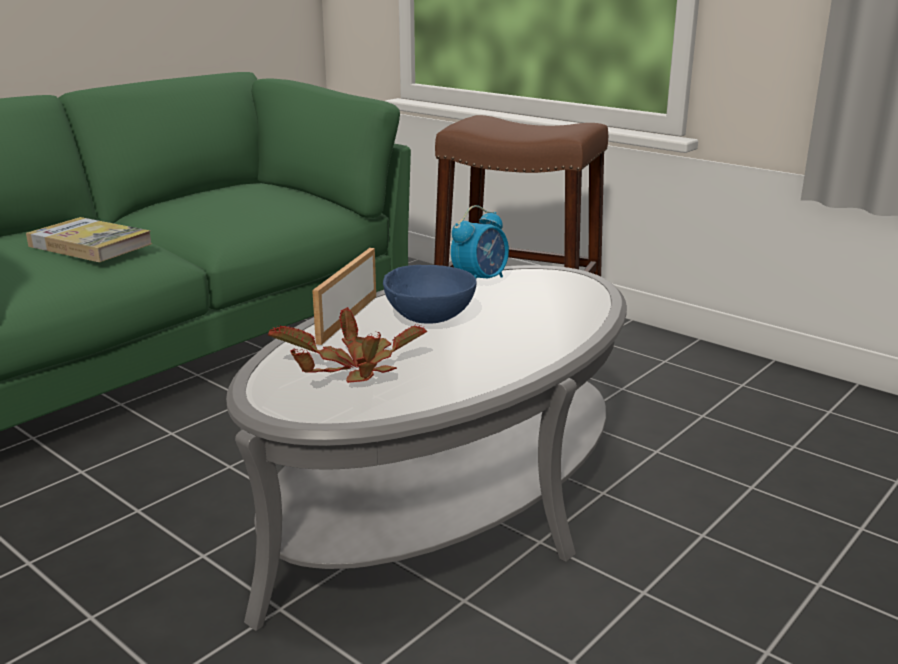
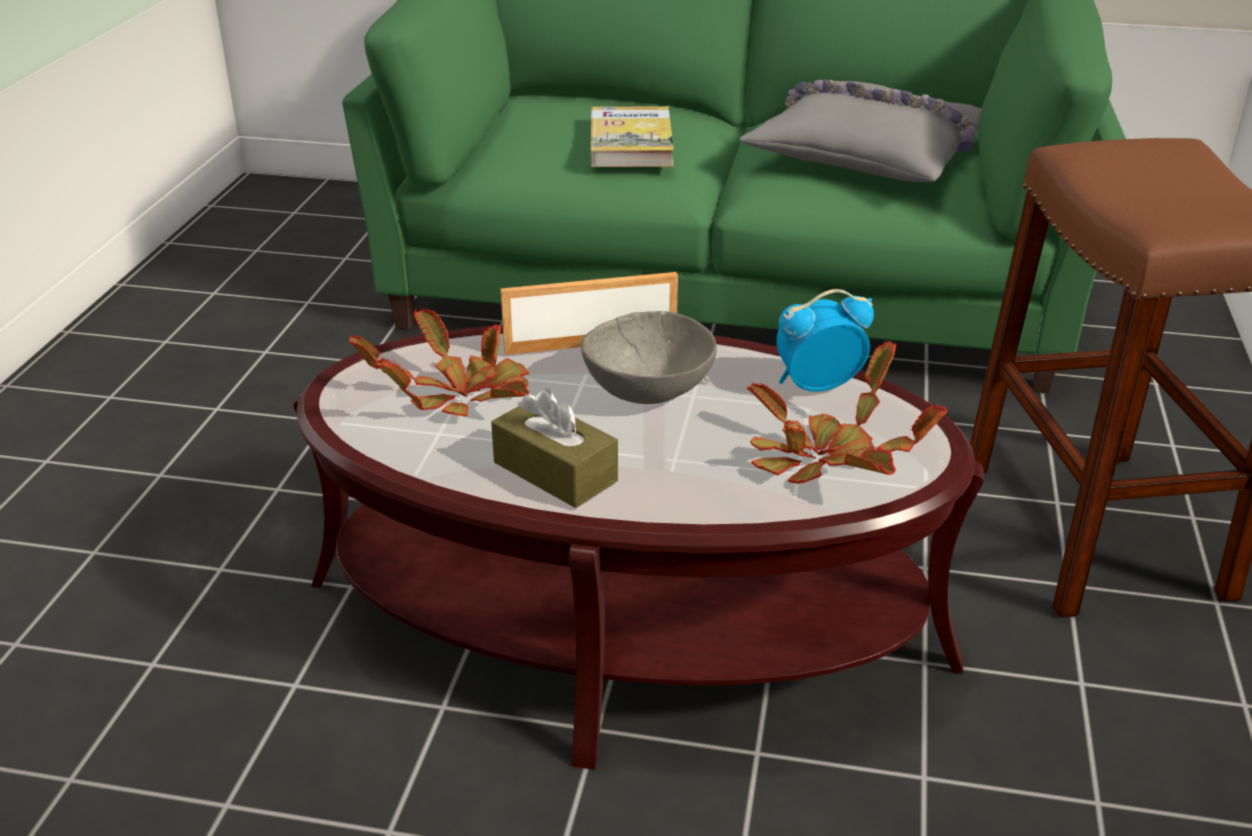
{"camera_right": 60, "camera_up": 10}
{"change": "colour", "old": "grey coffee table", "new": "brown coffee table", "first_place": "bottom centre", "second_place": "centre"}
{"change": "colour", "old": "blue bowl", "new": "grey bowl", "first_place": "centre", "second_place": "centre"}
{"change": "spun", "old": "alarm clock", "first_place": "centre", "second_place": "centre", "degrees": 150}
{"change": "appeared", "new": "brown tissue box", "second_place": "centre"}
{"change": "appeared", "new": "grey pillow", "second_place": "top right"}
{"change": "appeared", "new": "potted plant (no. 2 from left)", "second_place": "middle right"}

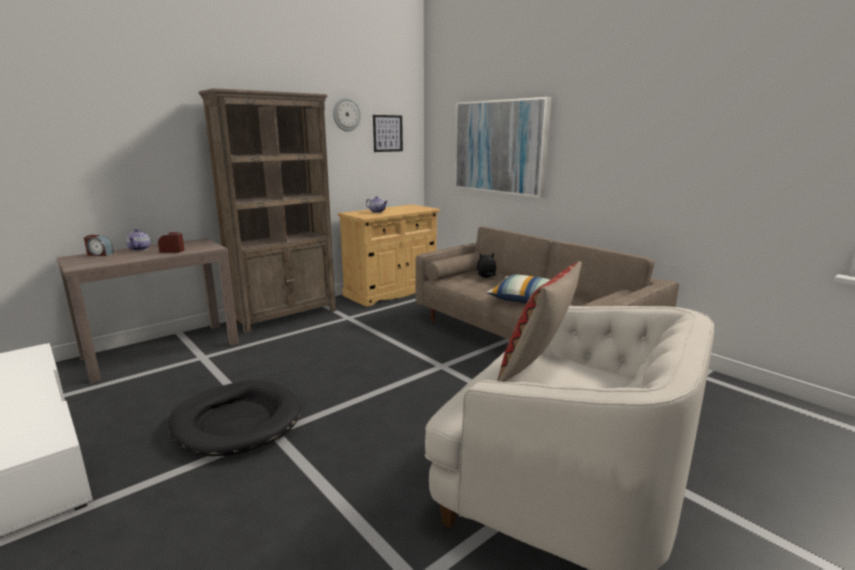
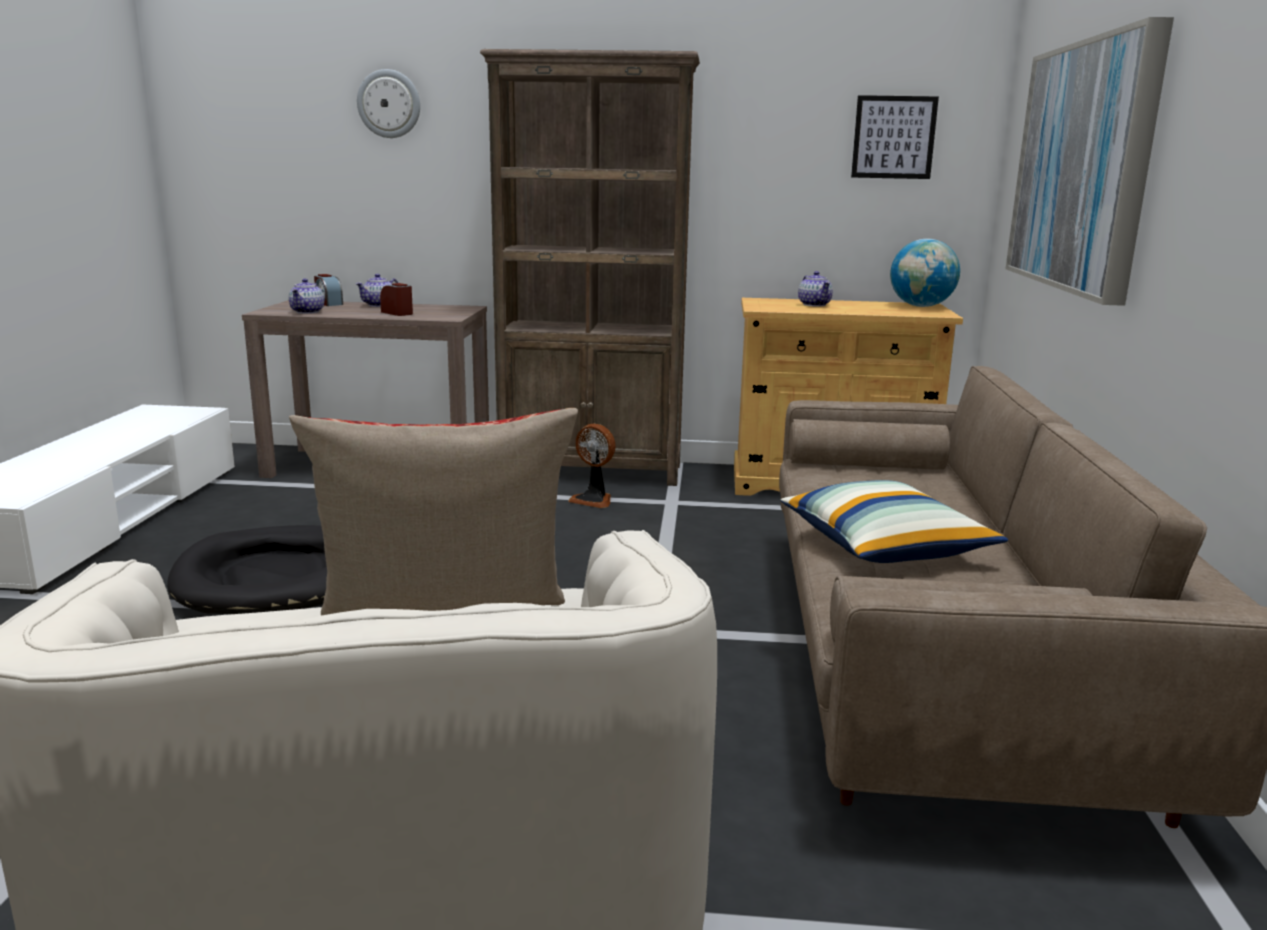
{"camera_right": 45, "camera_up": 0}
{"change": "relocated", "old": "wall clock", "first_place": "top centre", "second_place": "top left"}
{"change": "missing", "old": "plush toy", "first_place": "centre"}
{"change": "appeared", "new": "teapot (no. 1 from left)", "second_place": "top left"}
{"change": "appeared", "new": "fan", "second_place": "centre"}
{"change": "appeared", "new": "globe", "second_place": "top right"}

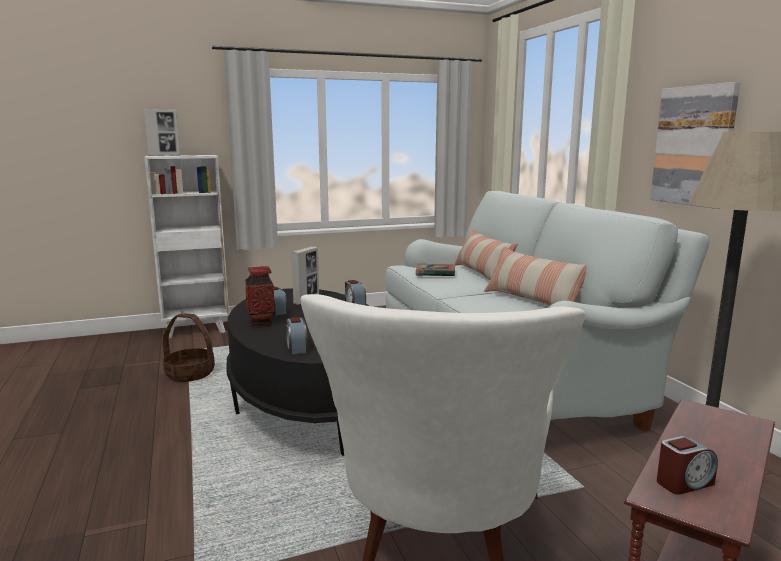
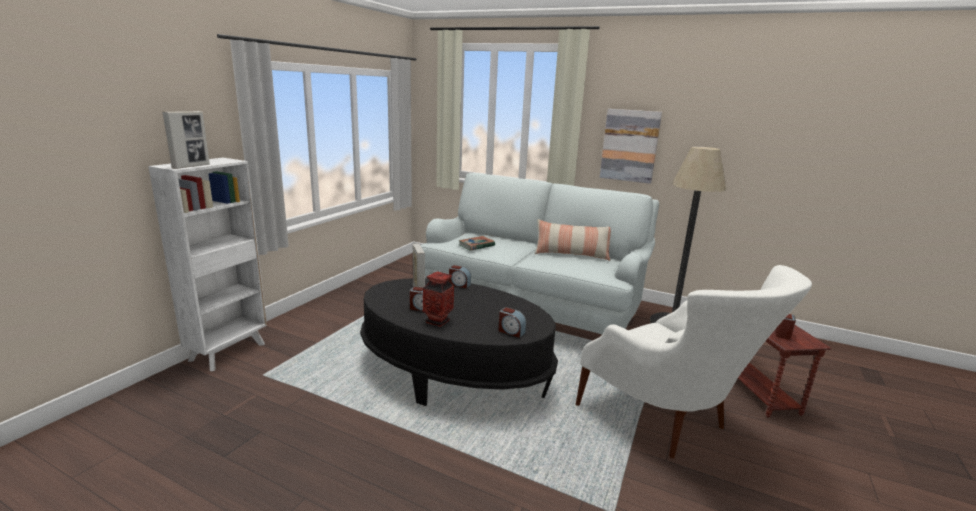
{"camera_right": -45, "camera_up": 5}
{"change": "missing", "old": "basket", "first_place": "middle left"}
{"change": "missing", "old": "pillow (no. 1 from left)", "first_place": "centre"}

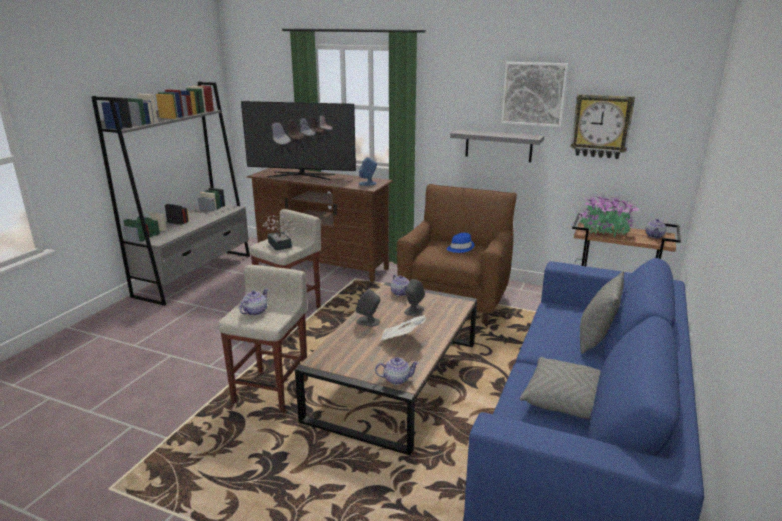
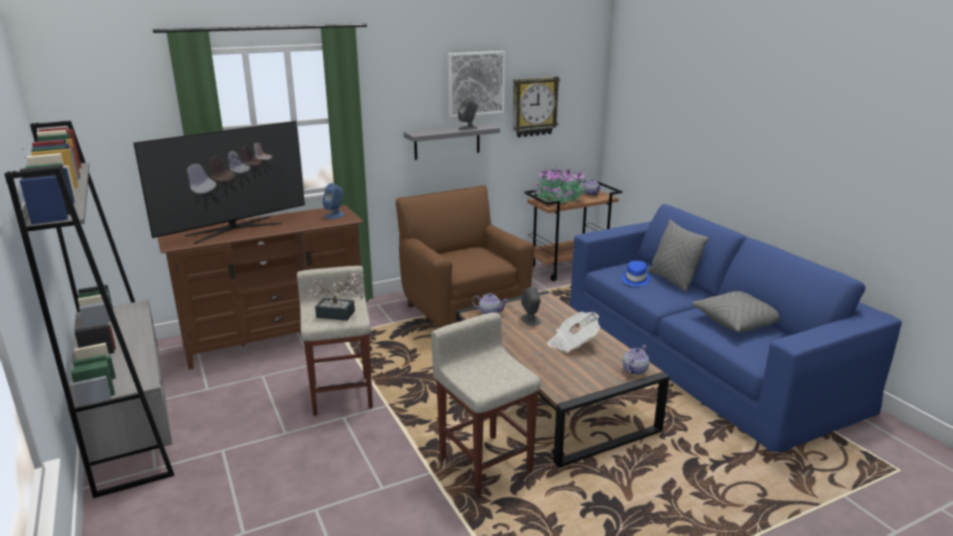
{"camera_right": -50, "camera_up": 0}
{"change": "missing", "old": "teapot (no. 1 from left)", "first_place": "middle left"}
{"change": "relocated", "old": "grey speaker (no. 1 from left)", "first_place": "centre", "second_place": "top centre"}
{"change": "relocated", "old": "blue hat", "first_place": "centre", "second_place": "middle right"}

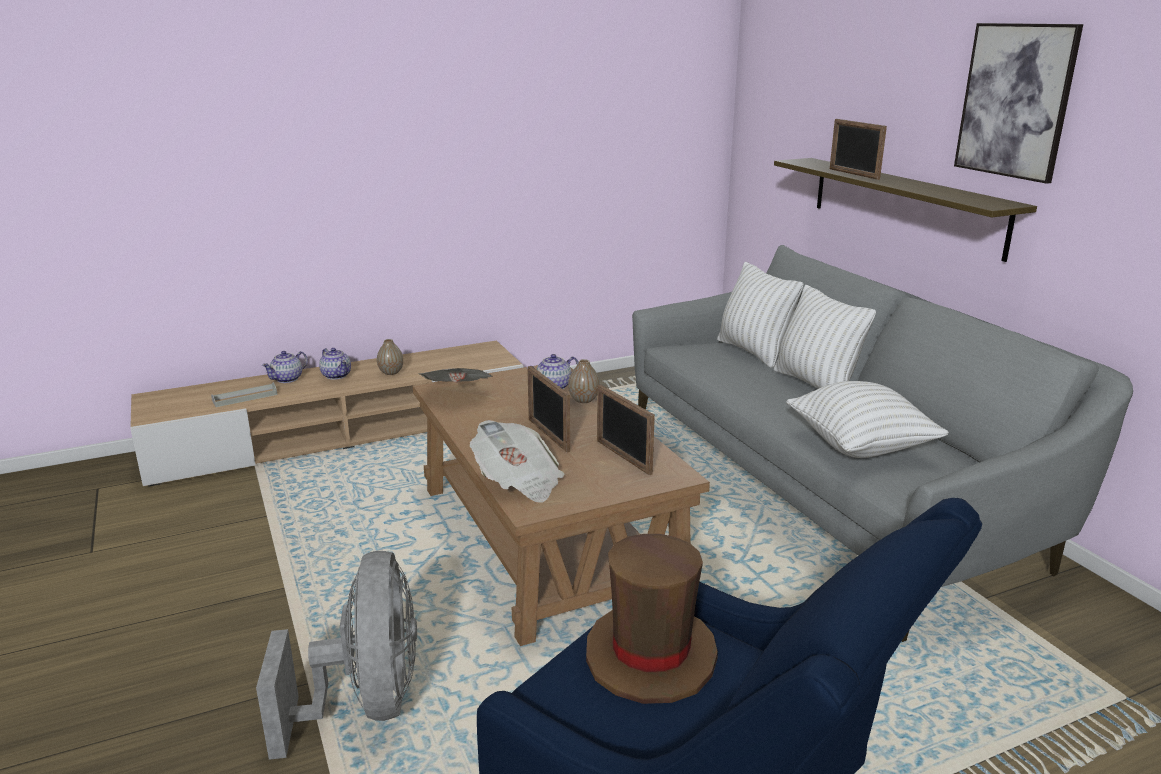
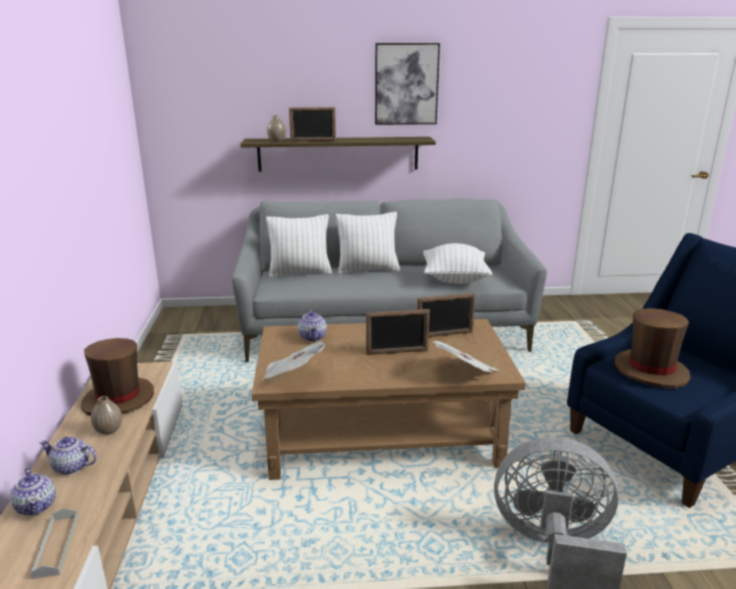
{"camera_right": -70, "camera_up": 0}
{"change": "spun", "old": "teapot (no. 2 from left)", "first_place": "middle left", "second_place": "bottom left", "degrees": -150}
{"change": "relocated", "old": "vase (no. 2 from left)", "first_place": "centre", "second_place": "top centre"}
{"change": "appeared", "new": "brown hat (no. 1 from left)", "second_place": "middle left"}

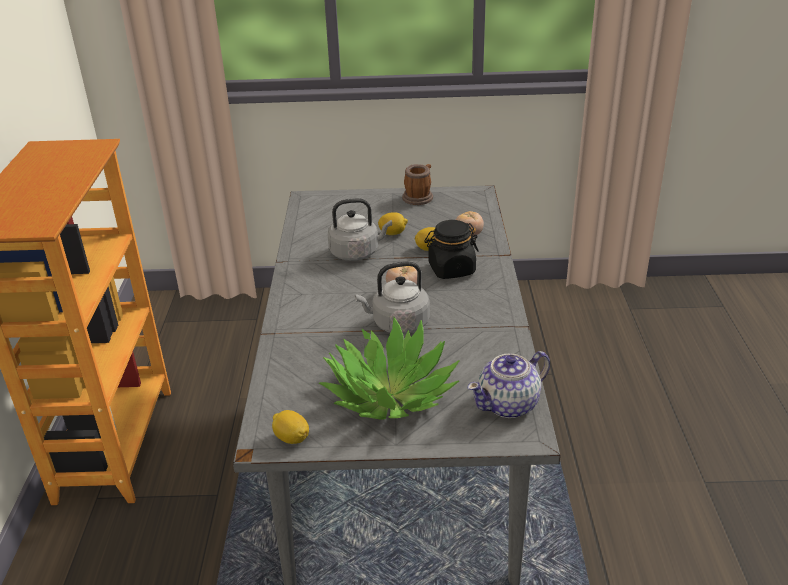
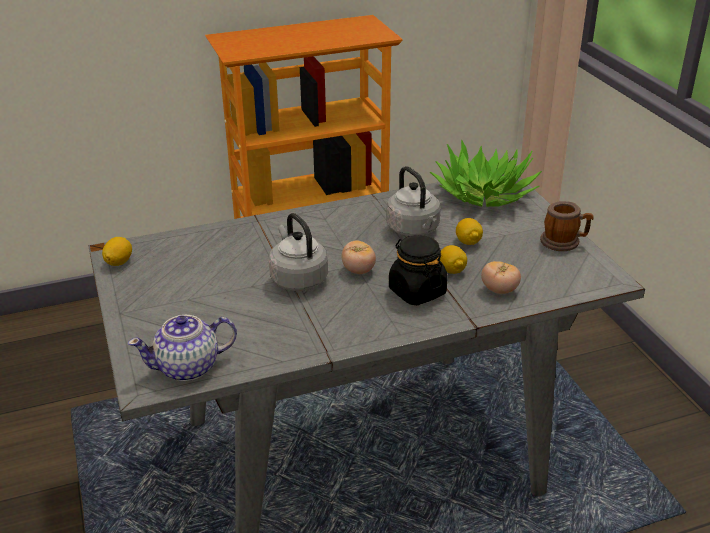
{"camera_right": 70, "camera_up": 0}
{"change": "relocated", "old": "potted plant", "first_place": "centre", "second_place": "top right"}
{"change": "spun", "old": "teapot", "first_place": "centre", "second_place": "middle left", "degrees": -60}

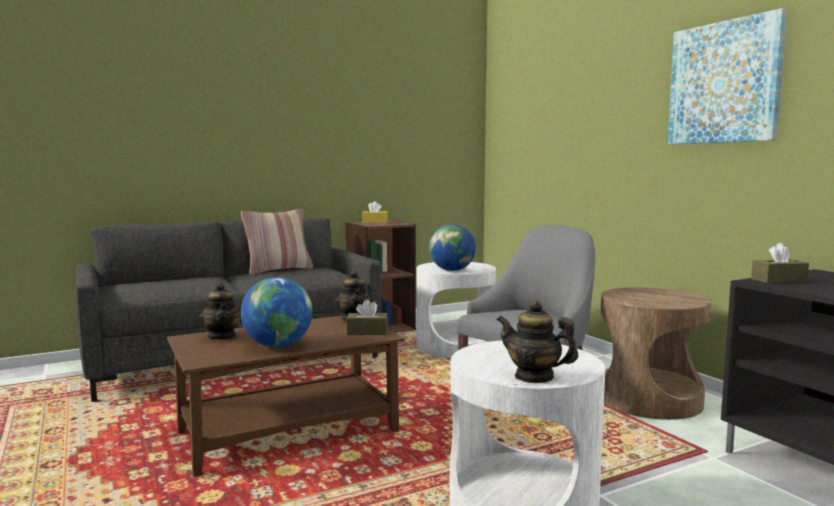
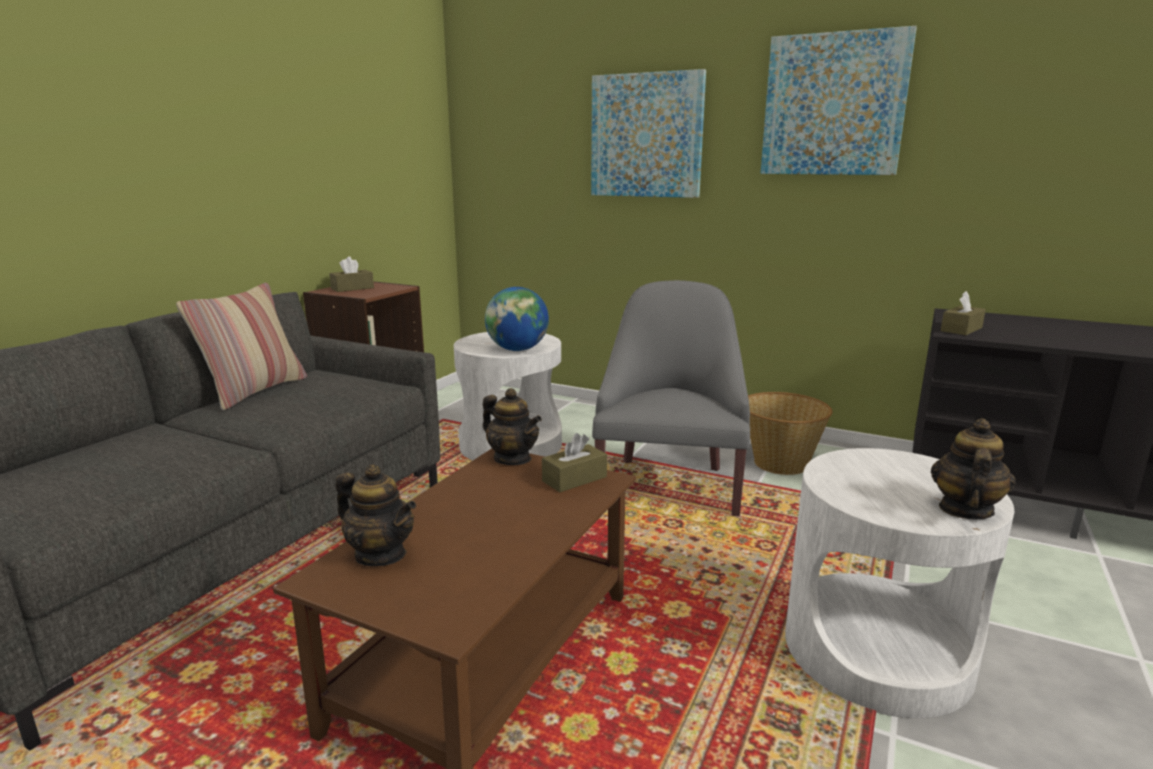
{"camera_right": -35, "camera_up": 10}
{"change": "missing", "old": "globe (no. 1 from left)", "first_place": "middle left"}
{"change": "colour", "old": "yellow tissue box", "new": "brown tissue box (no. 1 from left)", "first_place": "centre", "second_place": "middle left"}
{"change": "spun", "old": "teapot (no. 3 from left)", "first_place": "bottom centre", "second_place": "middle right", "degrees": 120}
{"change": "exchanged", "old": "brown side table", "new": "basket", "first_place": "bottom right", "second_place": "middle right"}
{"change": "appeared", "new": "picture (no. 1 from left)", "second_place": "top centre"}

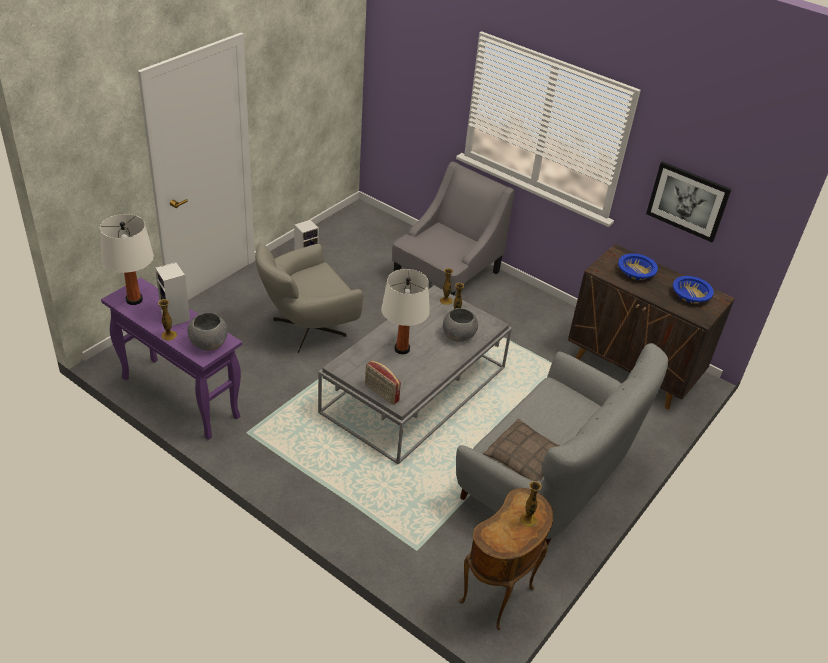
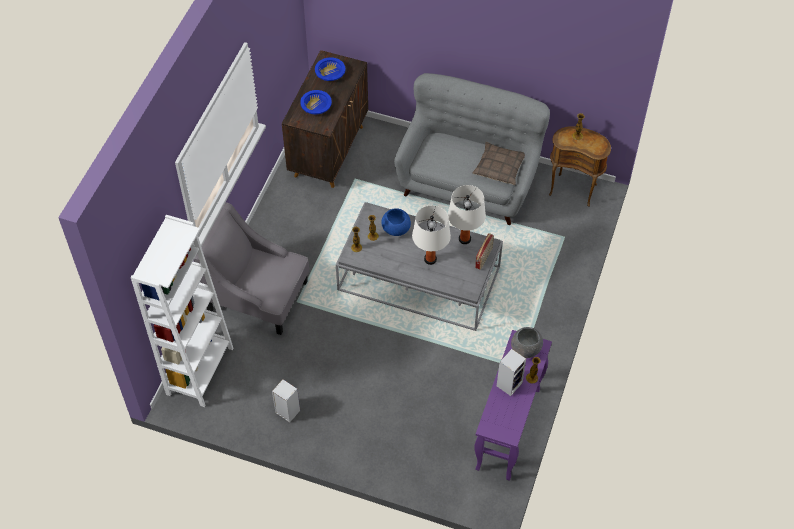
{"camera_right": -105, "camera_up": 15}
{"change": "relocated", "old": "white table lamp (no. 1 from left in the first image)", "new": "white table lamp (no. 2 from left)", "first_place": "middle left", "second_place": "centre"}
{"change": "missing", "old": "grey armchair (no. 1 from left)", "first_place": "centre"}
{"change": "colour", "old": "grey bowl (no. 2 from left)", "new": "blue bowl (no. 3 from left)", "first_place": "centre", "second_place": "centre"}
{"change": "missing", "old": "picture", "first_place": "top right"}
{"change": "appeared", "new": "white bookcase", "second_place": "middle left"}

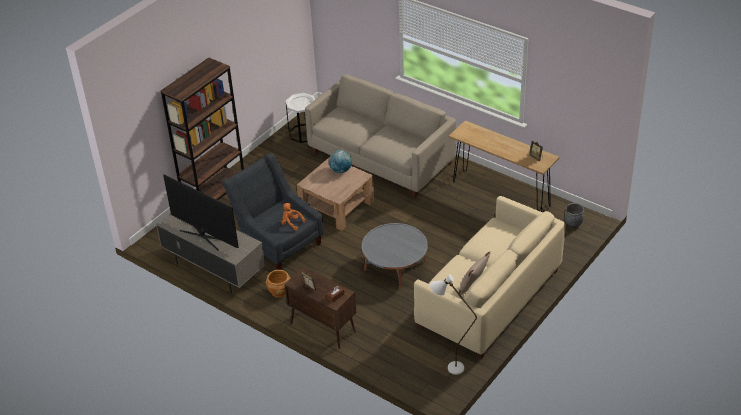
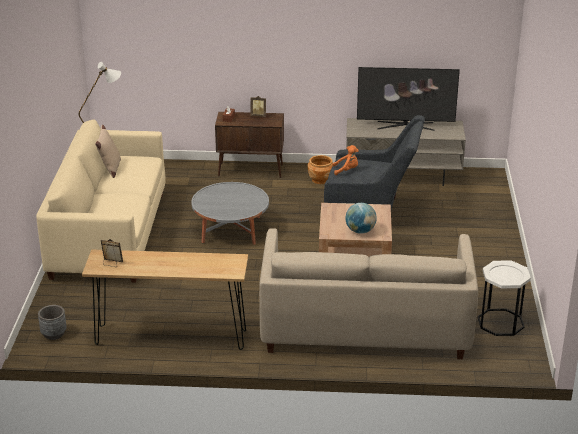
{"camera_right": 145, "camera_up": -10}
{"change": "missing", "old": "brown bookcase", "first_place": "top left"}

